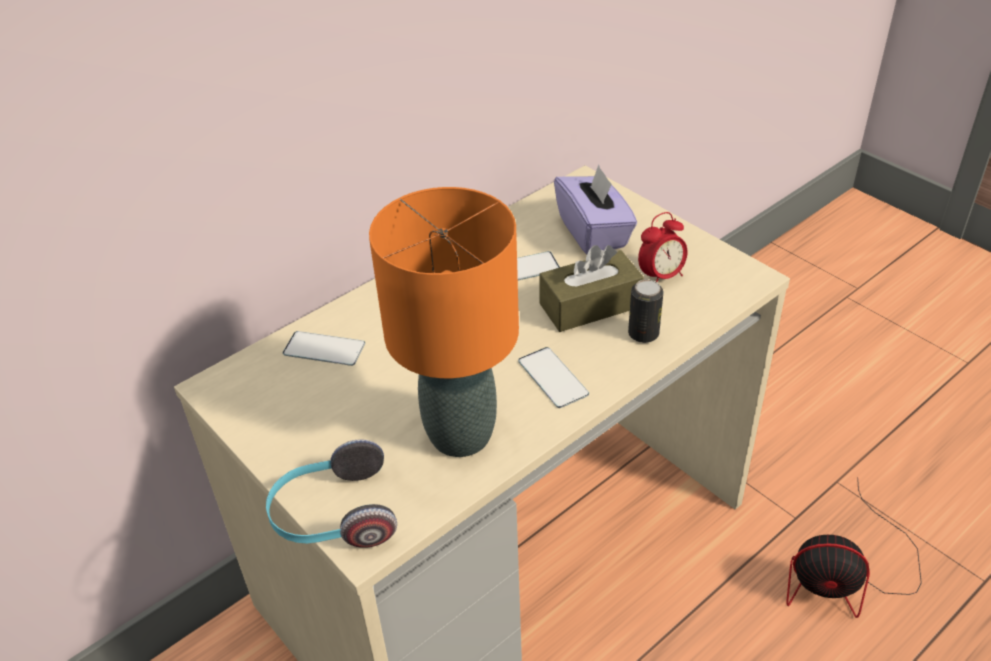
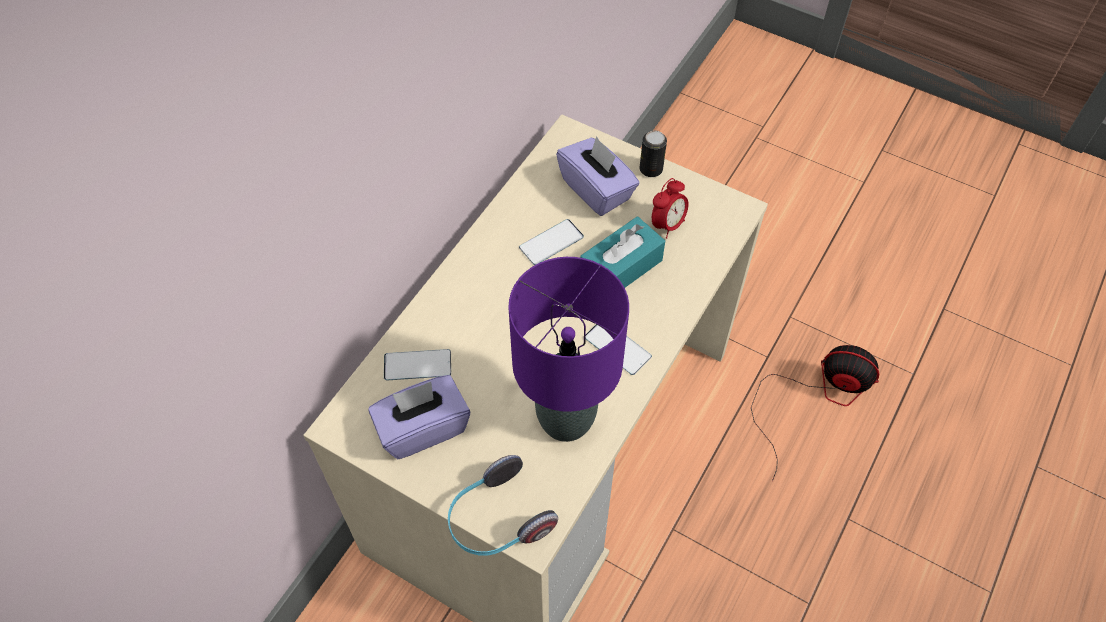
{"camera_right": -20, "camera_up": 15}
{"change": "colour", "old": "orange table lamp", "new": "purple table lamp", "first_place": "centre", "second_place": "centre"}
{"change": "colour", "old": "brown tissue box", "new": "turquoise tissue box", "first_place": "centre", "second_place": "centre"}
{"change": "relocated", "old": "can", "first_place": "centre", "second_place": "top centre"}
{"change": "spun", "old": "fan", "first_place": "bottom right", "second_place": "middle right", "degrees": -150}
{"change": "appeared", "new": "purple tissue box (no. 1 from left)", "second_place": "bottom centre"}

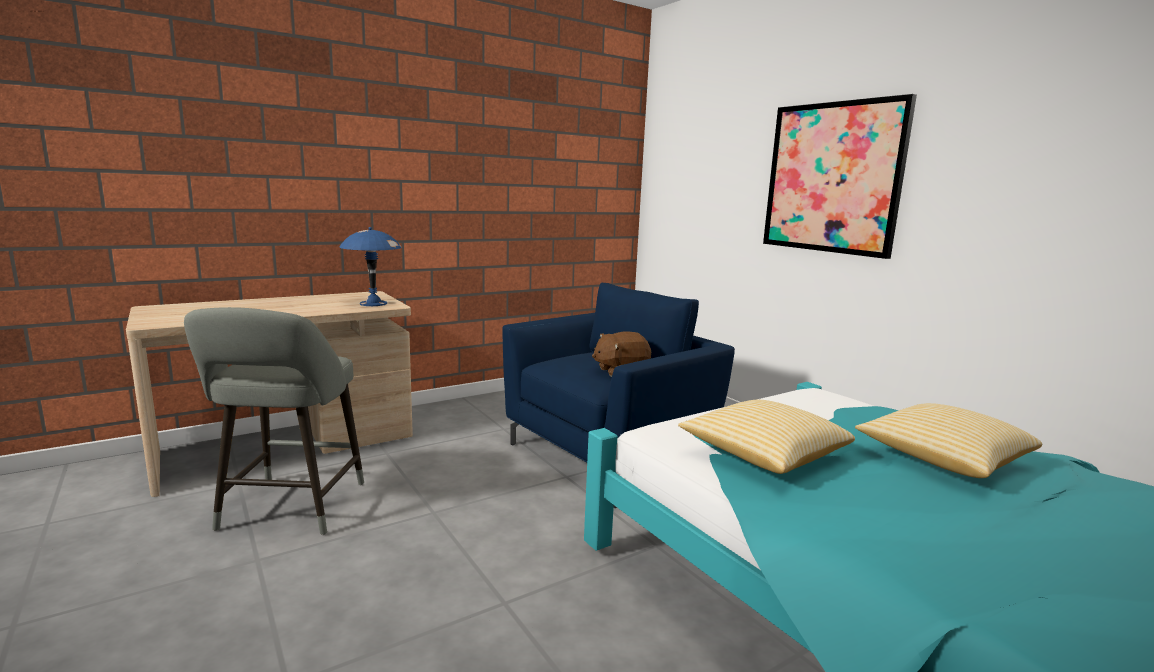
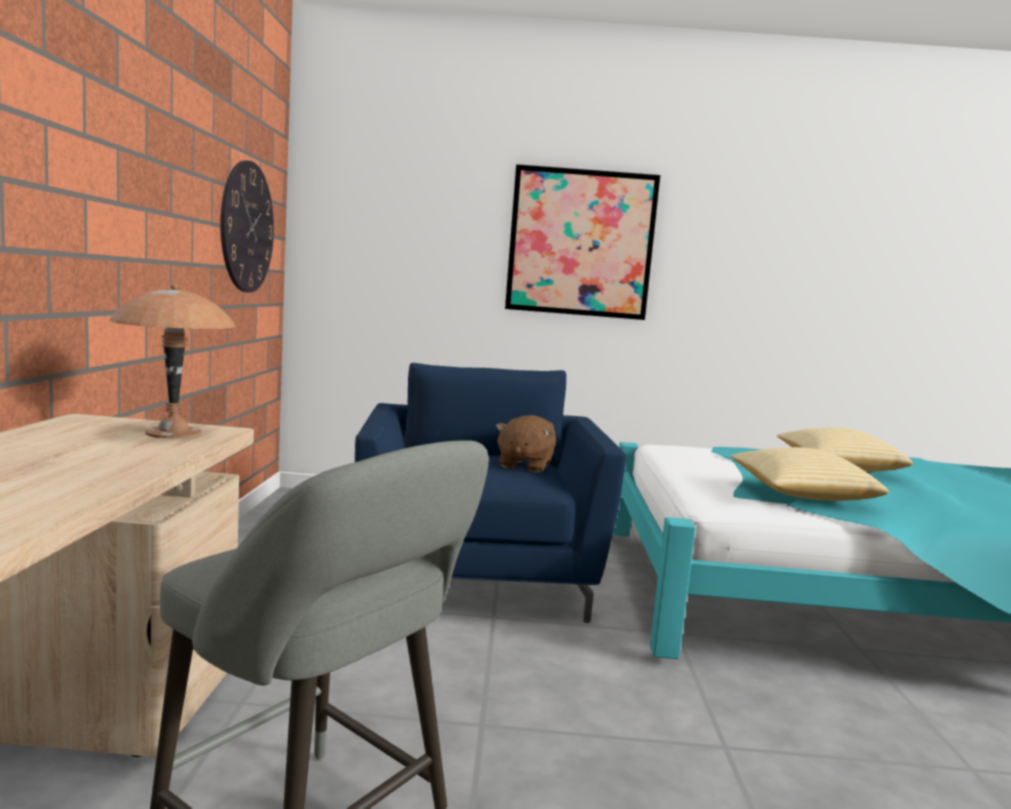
{"camera_right": -55, "camera_up": -5}
{"change": "colour", "old": "blue table lamp", "new": "brown table lamp", "first_place": "middle left", "second_place": "middle left"}
{"change": "appeared", "new": "wall clock", "second_place": "top left"}

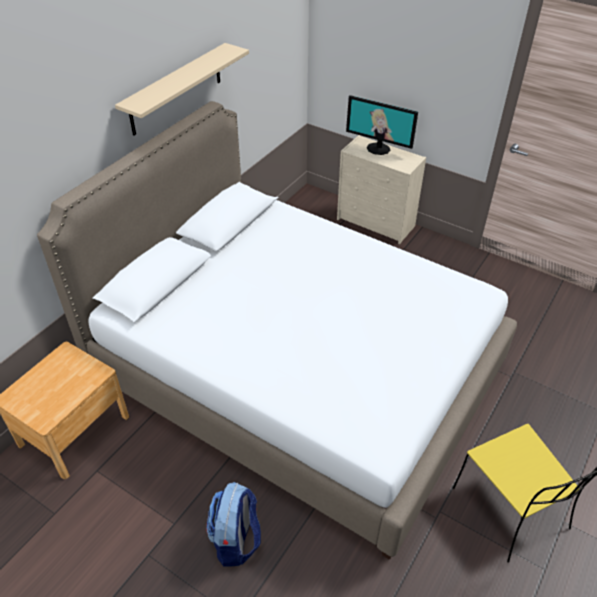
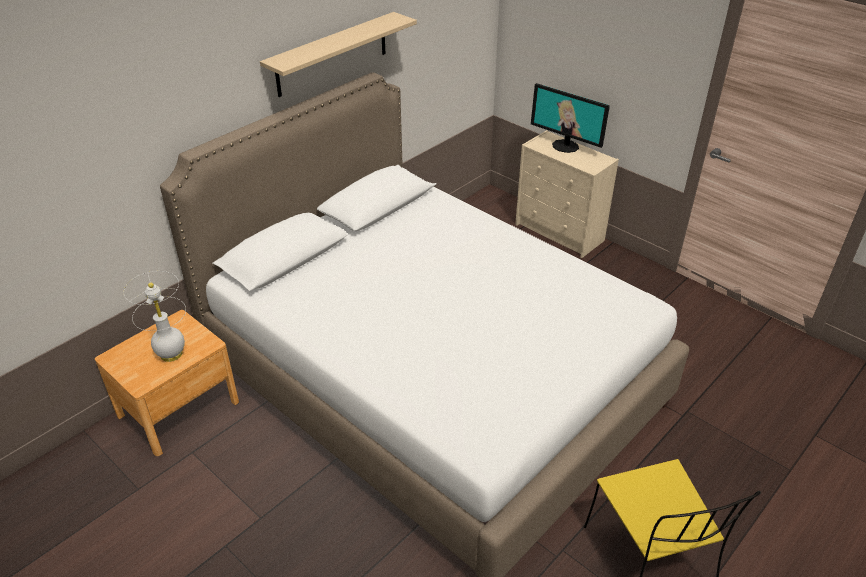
{"camera_right": 10, "camera_up": -5}
{"change": "missing", "old": "backpack", "first_place": "bottom centre"}
{"change": "appeared", "new": "white table lamp", "second_place": "middle left"}

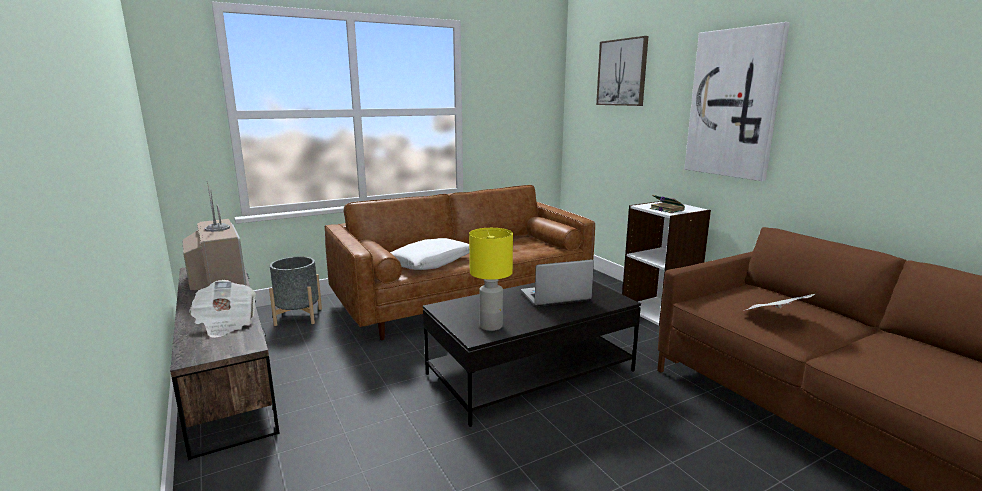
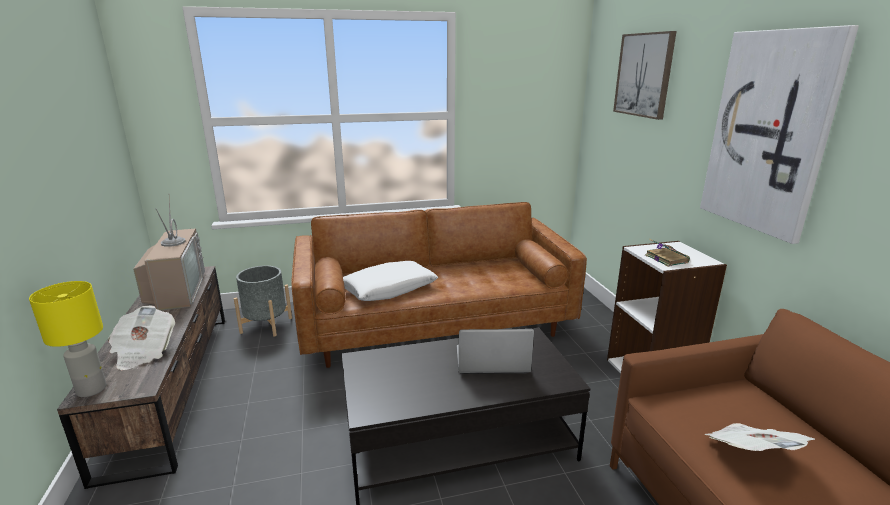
{"camera_right": 15, "camera_up": 5}
{"change": "relocated", "old": "yellow table lamp", "first_place": "centre", "second_place": "bottom left"}

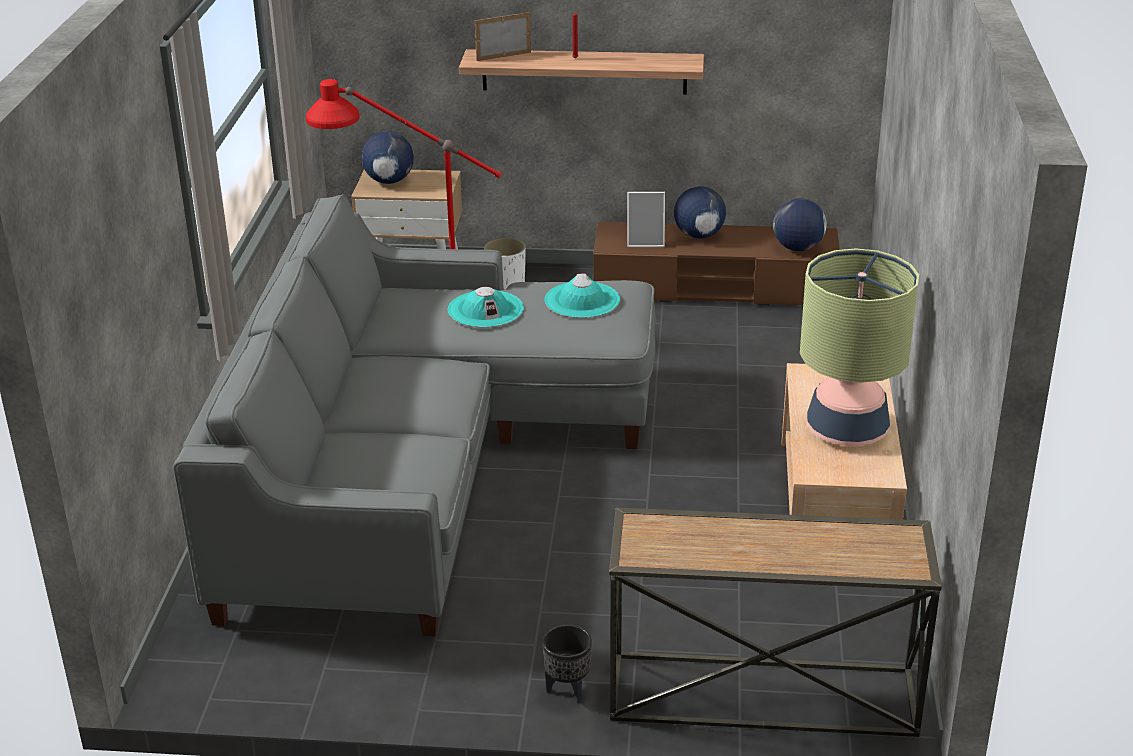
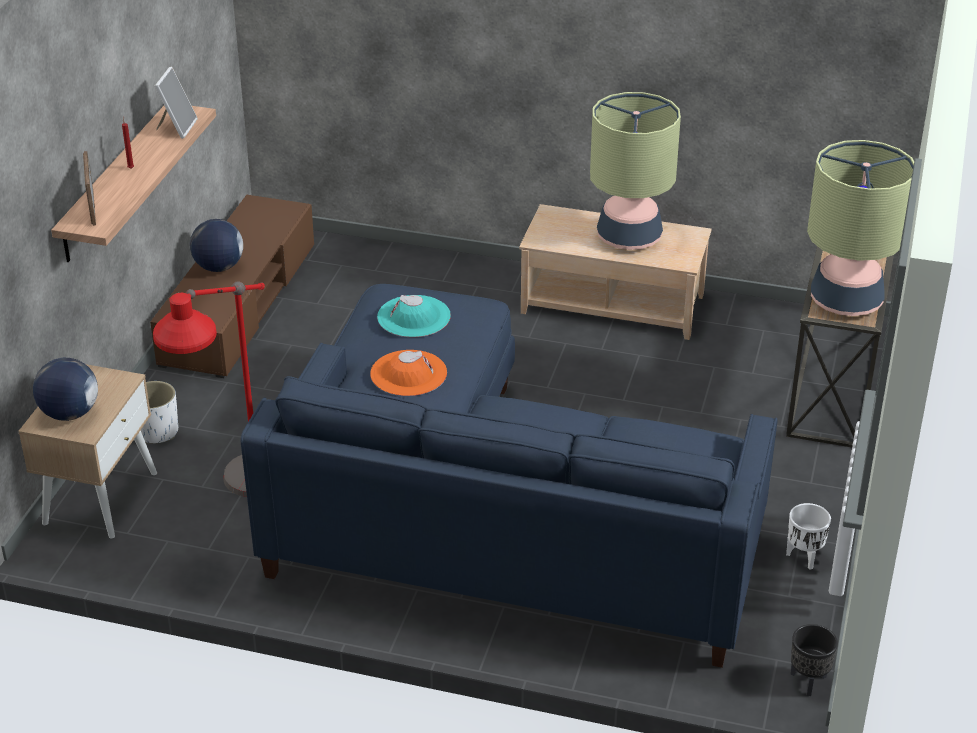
{"camera_right": -80, "camera_up": 5}
{"change": "colour", "old": "grey sofa", "new": "blue sofa", "first_place": "centre", "second_place": "centre"}
{"change": "colour", "old": "turquoise hat (no. 1 from left)", "new": "orange hat", "first_place": "centre", "second_place": "centre"}
{"change": "relocated", "old": "black planter", "first_place": "bottom centre", "second_place": "bottom right"}
{"change": "relocated", "old": "picture frame (no. 2 from left)", "first_place": "top centre", "second_place": "top left"}
{"change": "missing", "old": "globe (no. 3 from left)", "first_place": "top right"}
{"change": "appeared", "new": "white planter (no. 2 from left)", "second_place": "bottom right"}
{"change": "appeared", "new": "table lamp (no. 2 from left)", "second_place": "top right"}

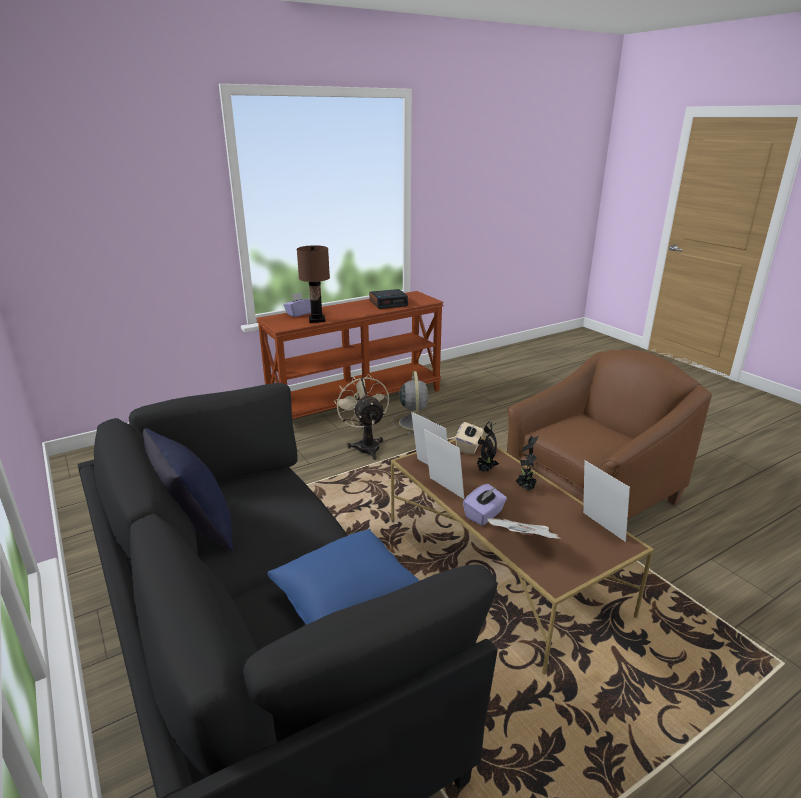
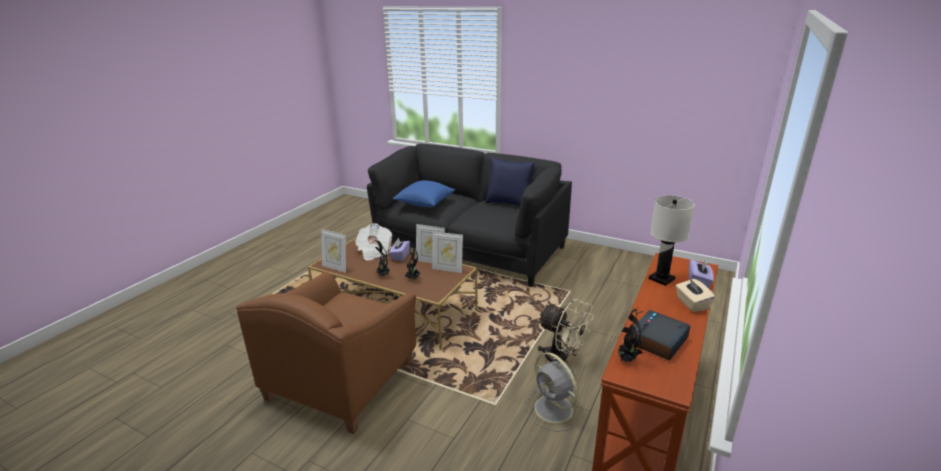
{"camera_right": 150, "camera_up": 0}
{"change": "colour", "old": "brown table lamp", "new": "white table lamp", "first_place": "centre", "second_place": "middle right"}
{"change": "relocated", "old": "beige tissue box", "first_place": "centre", "second_place": "middle right"}
{"change": "appeared", "new": "potted plant (no. 3 from left)", "second_place": "bottom right"}

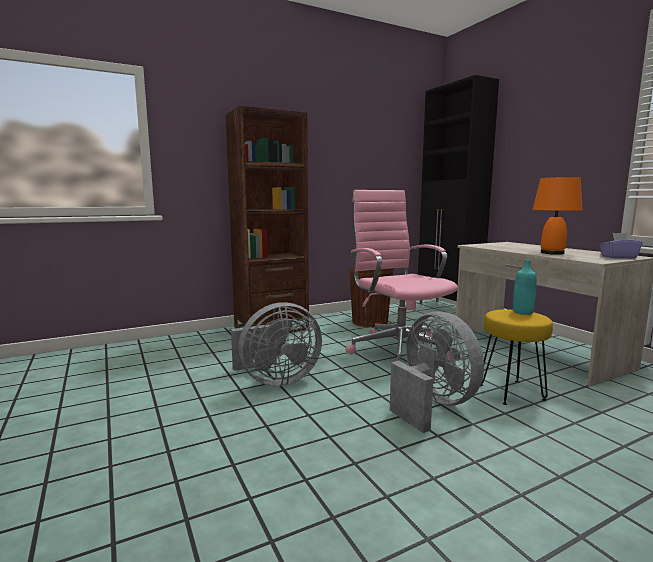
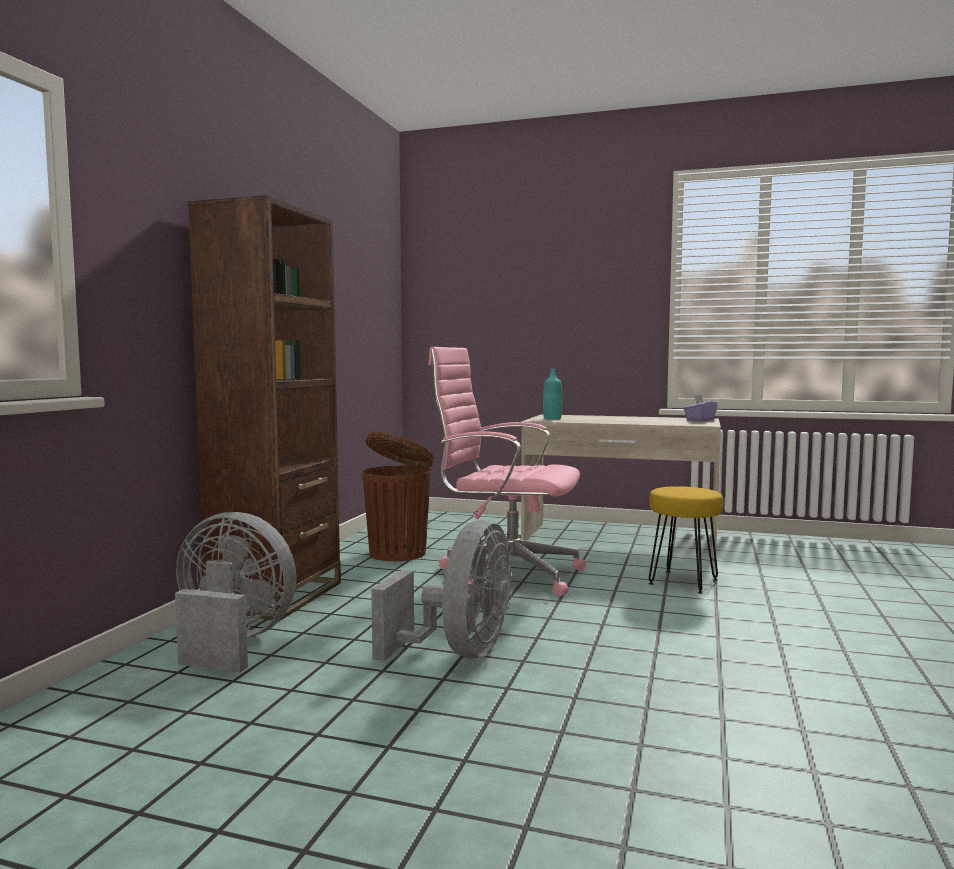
{"camera_right": -45, "camera_up": -5}
{"change": "relocated", "old": "grey fan (no. 2 from left in the first image)", "new": "grey fan (no. 1 from left)", "first_place": "middle right", "second_place": "bottom left"}
{"change": "missing", "old": "black cabinet", "first_place": "middle right"}
{"change": "relocated", "old": "turquoise bottle", "first_place": "middle right", "second_place": "centre"}
{"change": "missing", "old": "orange table lamp", "first_place": "middle right"}

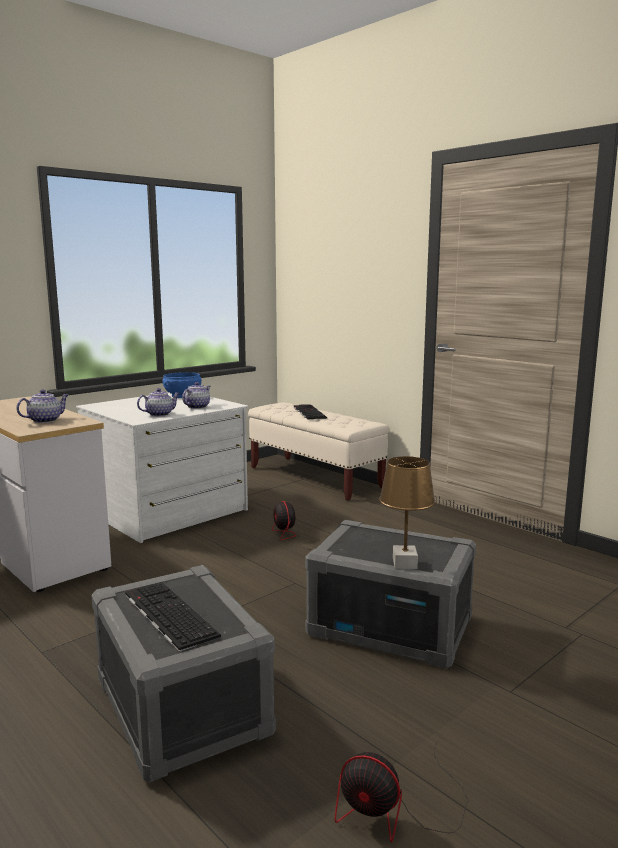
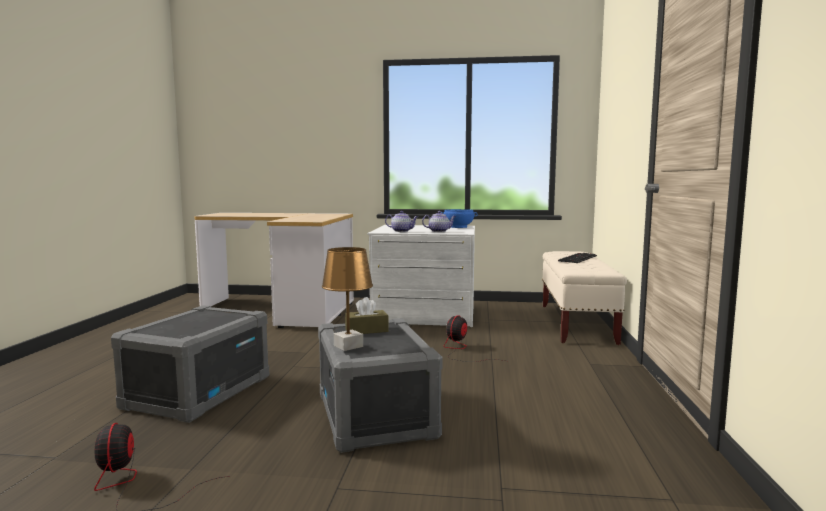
{"camera_right": 50, "camera_up": -5}
{"change": "missing", "old": "teapot (no. 1 from left)", "first_place": "middle left"}
{"change": "missing", "old": "keyboard (no. 1 from left)", "first_place": "bottom left"}
{"change": "appeared", "new": "brown tissue box", "second_place": "centre"}

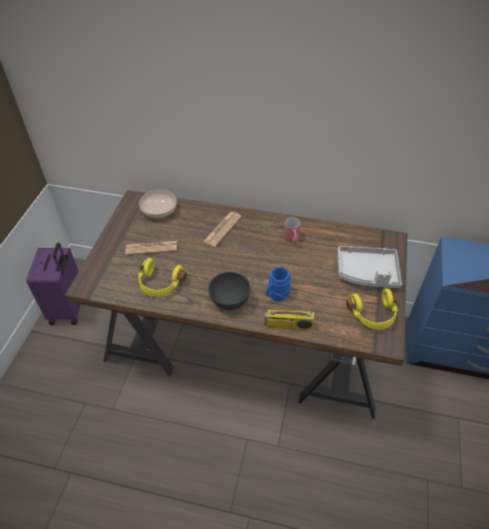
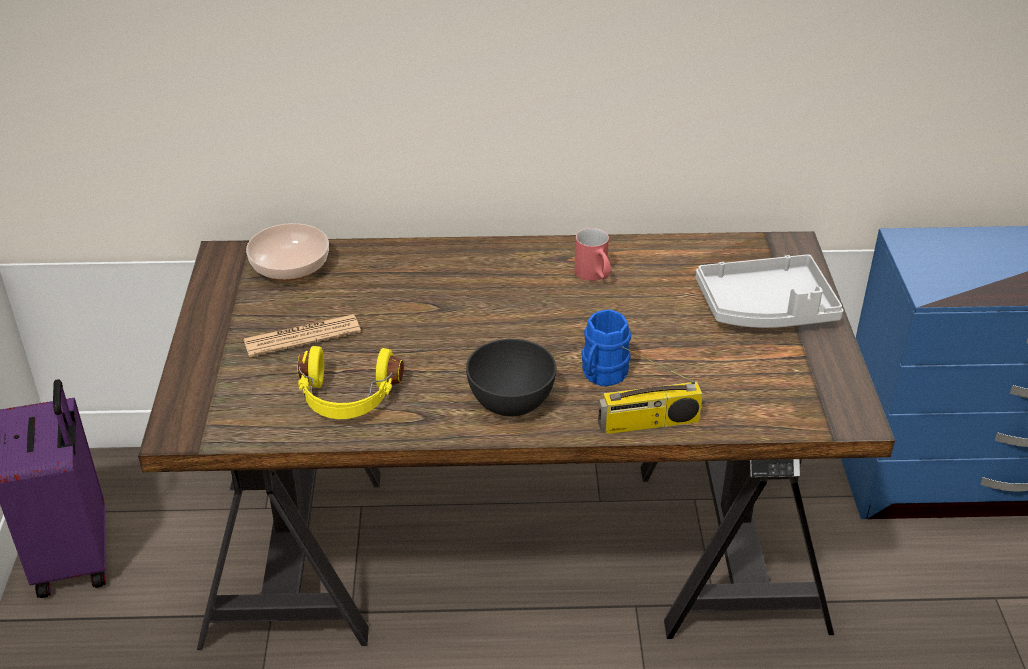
{"camera_right": -15, "camera_up": -10}
{"change": "missing", "old": "newspaper (no. 2 from left)", "first_place": "centre"}
{"change": "missing", "old": "yellow headphones (no. 2 from left)", "first_place": "middle right"}

